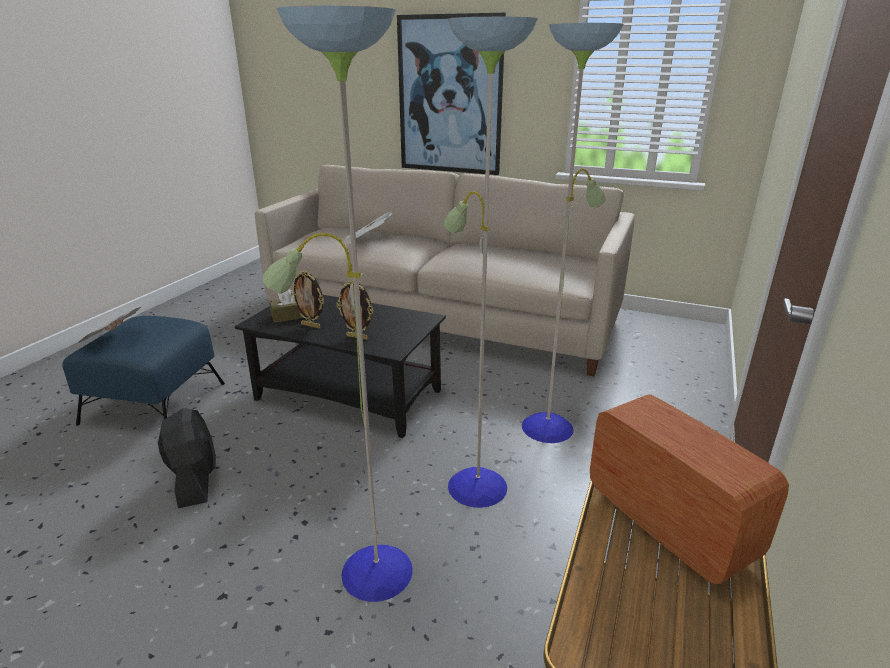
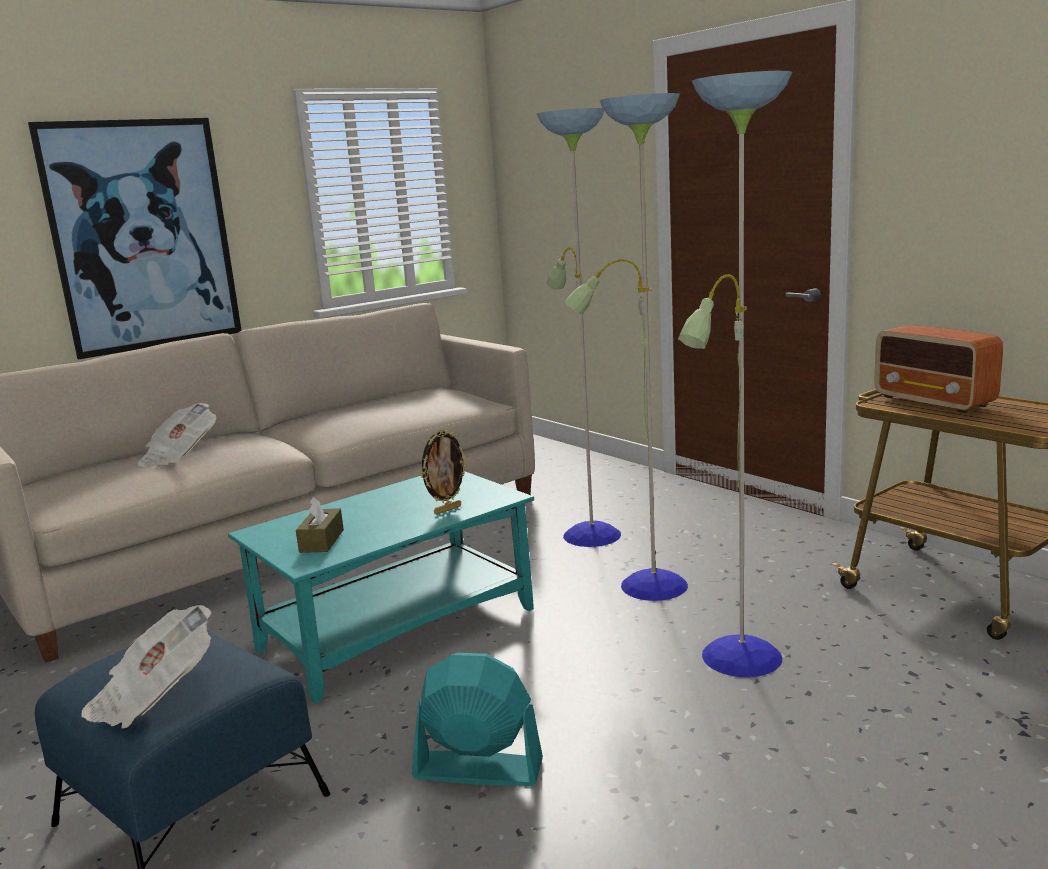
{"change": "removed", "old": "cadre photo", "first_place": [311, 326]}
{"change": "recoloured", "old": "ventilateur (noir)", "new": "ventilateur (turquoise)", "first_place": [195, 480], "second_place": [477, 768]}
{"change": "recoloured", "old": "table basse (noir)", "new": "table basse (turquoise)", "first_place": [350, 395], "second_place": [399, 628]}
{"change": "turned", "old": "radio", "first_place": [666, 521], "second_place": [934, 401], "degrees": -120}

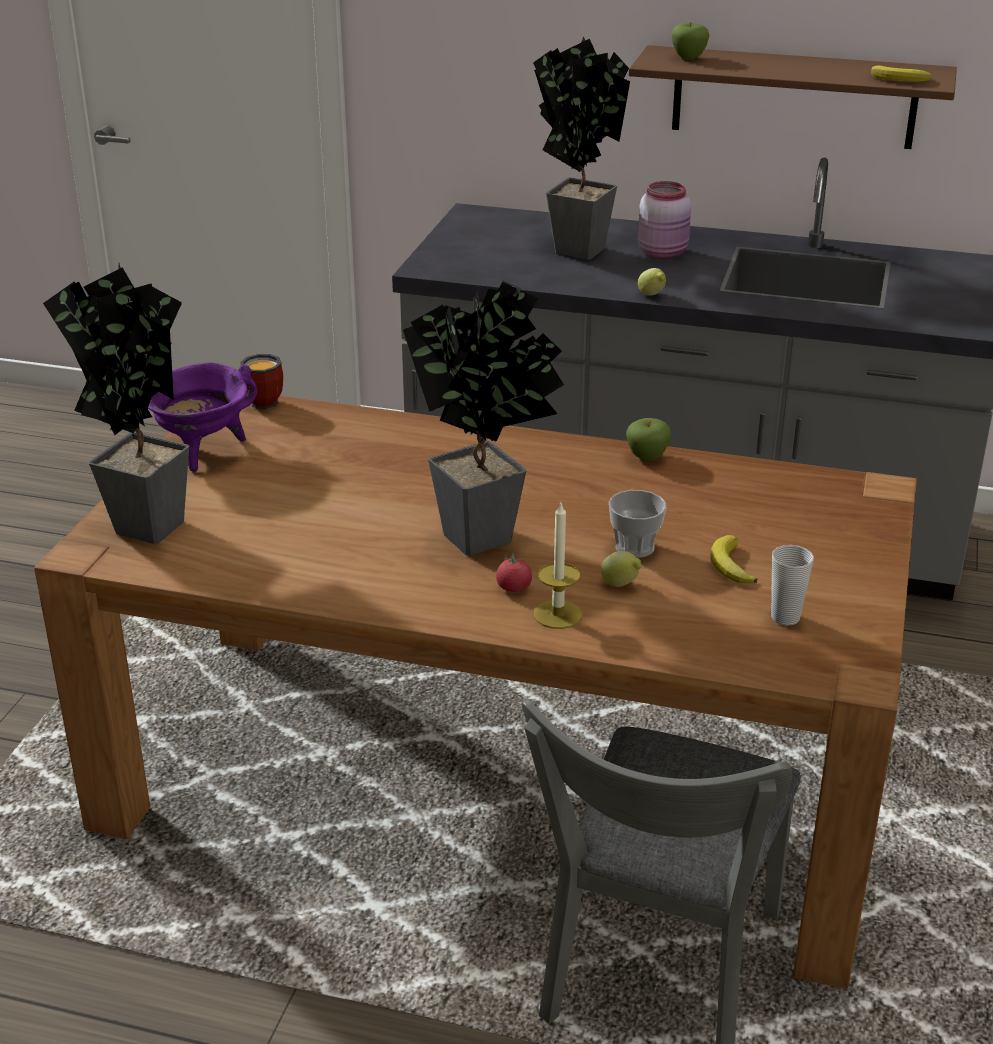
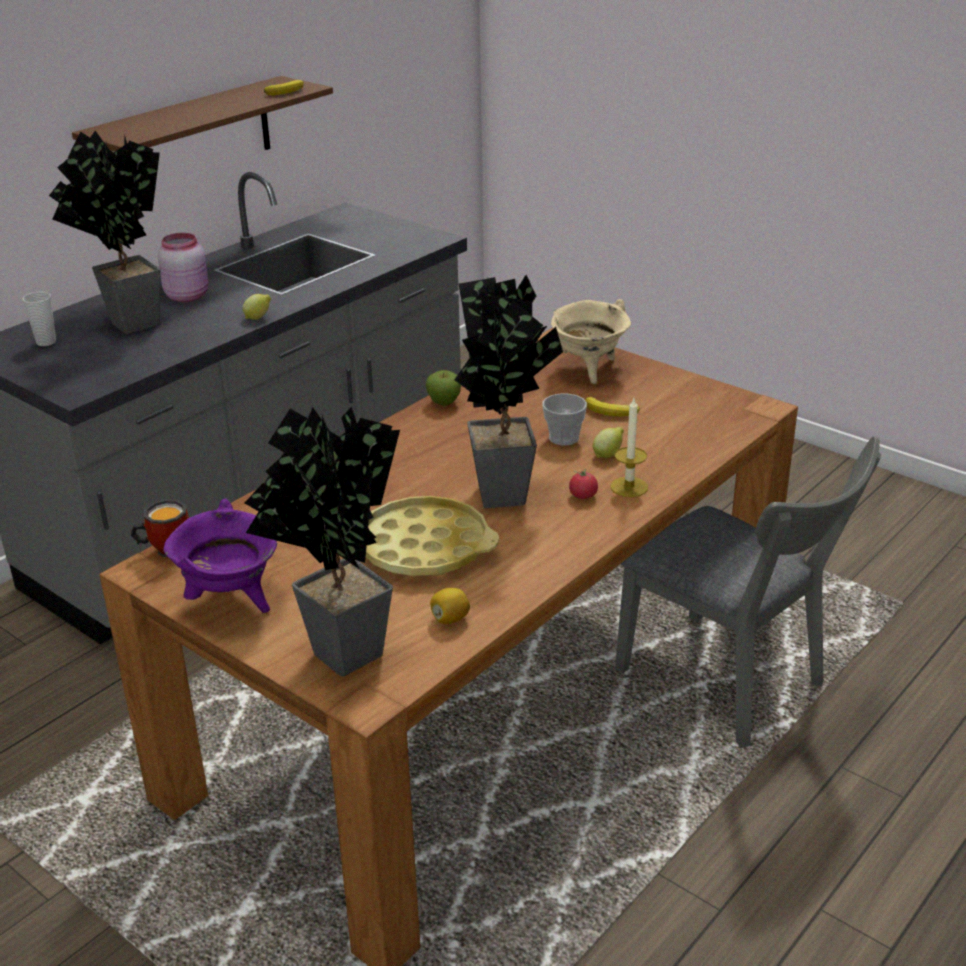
{"change": "removed", "old": "pomme", "first_place": [688, 58]}
{"change": "added", "new": "plateau (jaune)", "second_place": [423, 547]}
{"change": "added", "new": "citron", "second_place": [450, 619]}
{"change": "added", "new": "marmite (beige)", "second_place": [588, 369]}
{"change": "moved", "old": "tasse", "first_place": [785, 617], "second_place": [46, 342]}

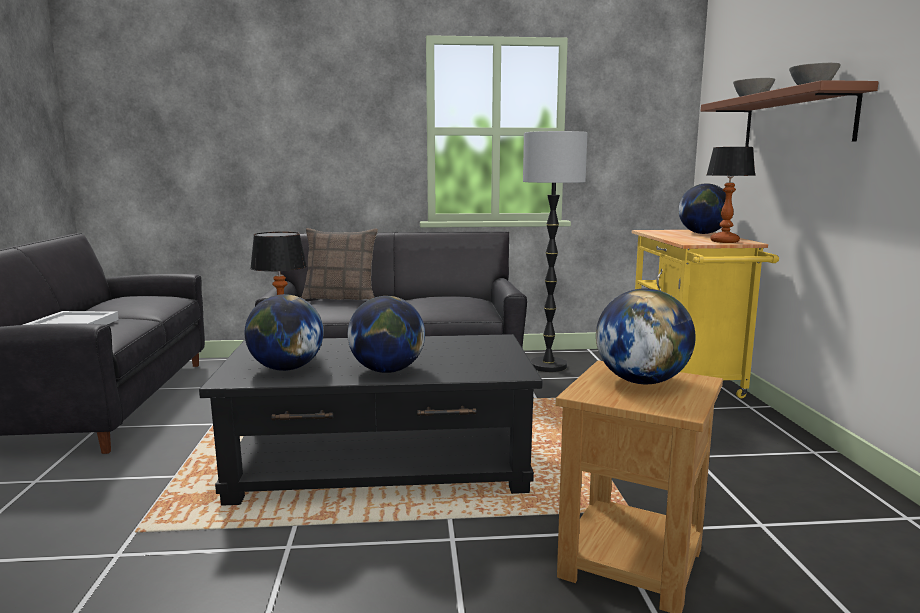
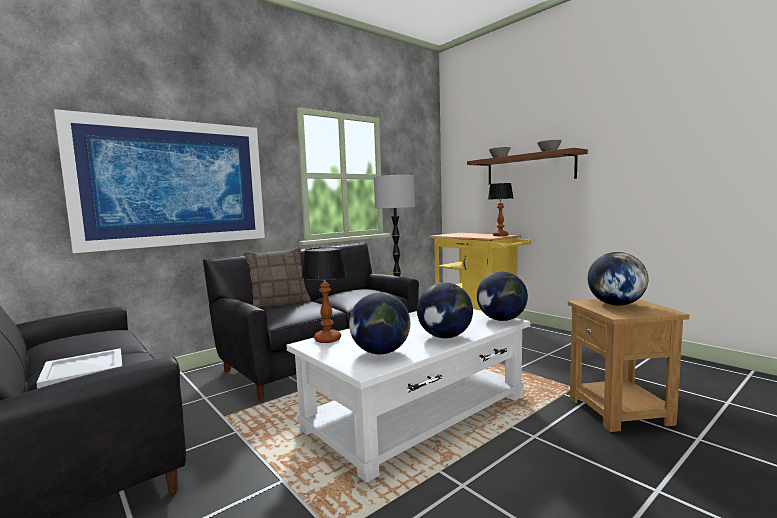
{"change": "added", "new": "tableau", "second_place": [173, 183]}
{"change": "moved", "old": "globe", "first_place": [702, 233], "second_place": [501, 320]}
{"change": "recoloured", "old": "table basse (noir)", "new": "table basse (blanc)", "first_place": [382, 466], "second_place": [418, 413]}

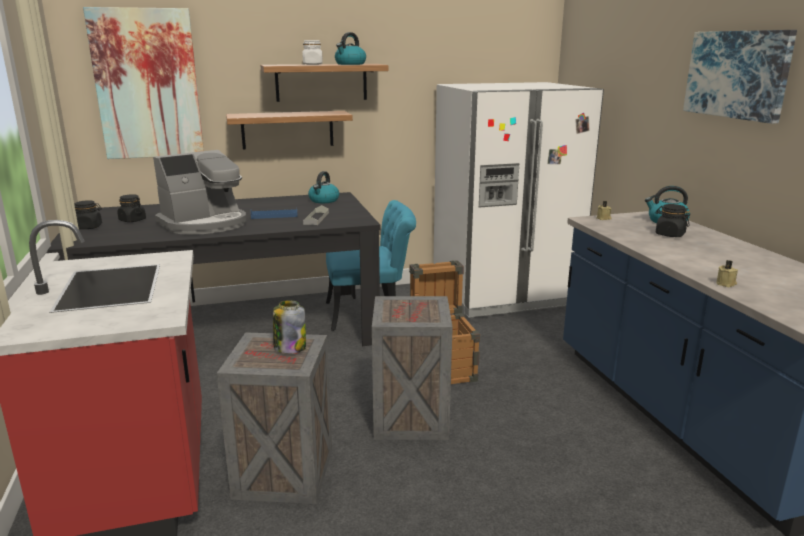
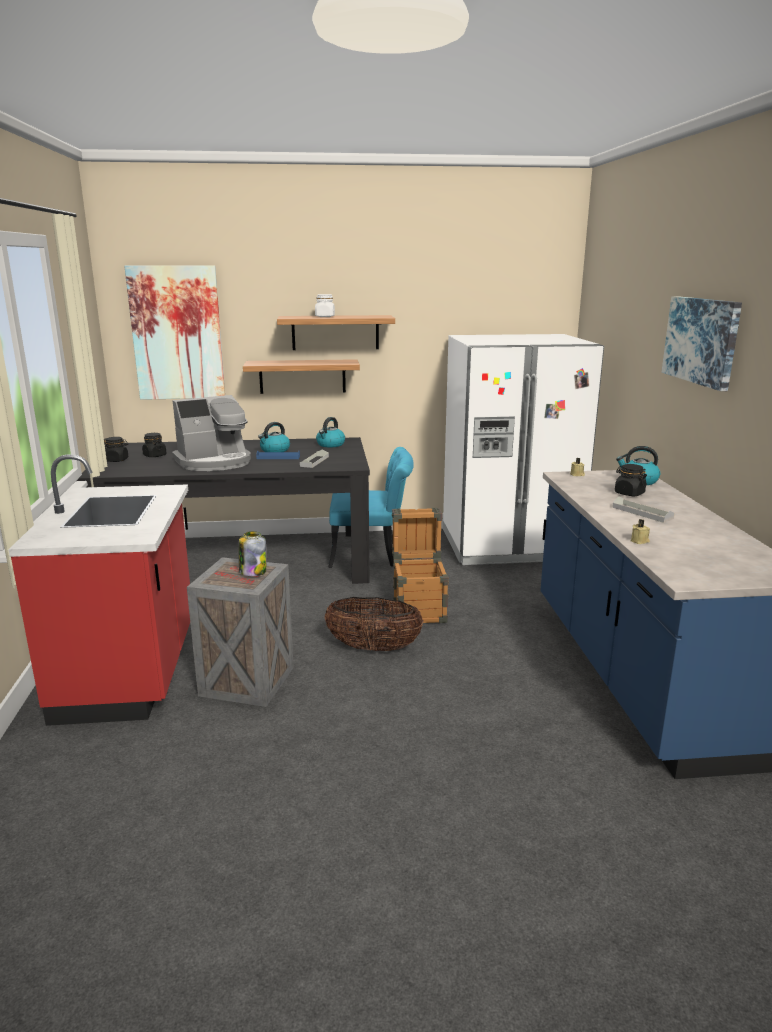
{"change": "added", "new": "plateau (gris)", "second_place": [642, 513]}
{"change": "moved", "old": "bouilloire", "first_place": [350, 64], "second_place": [274, 450]}
{"change": "replaced", "old": "caisse", "new": "panier", "first_place": [412, 417], "second_place": [373, 648]}

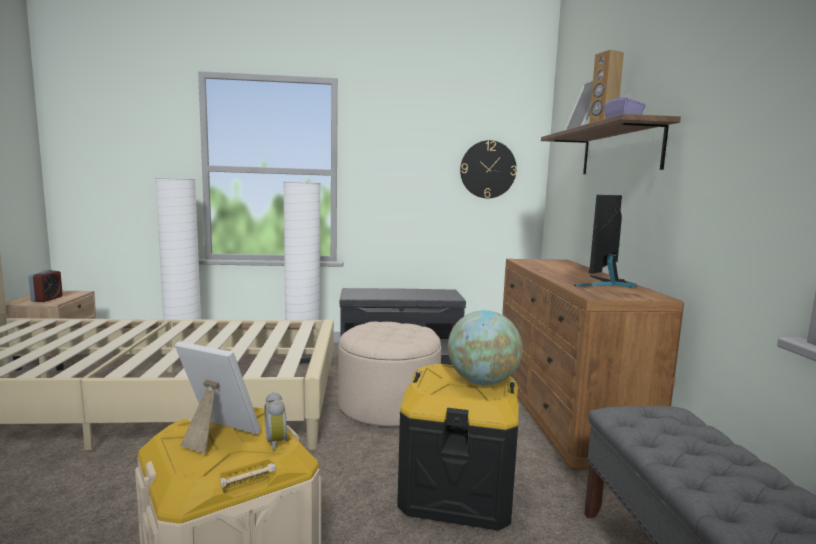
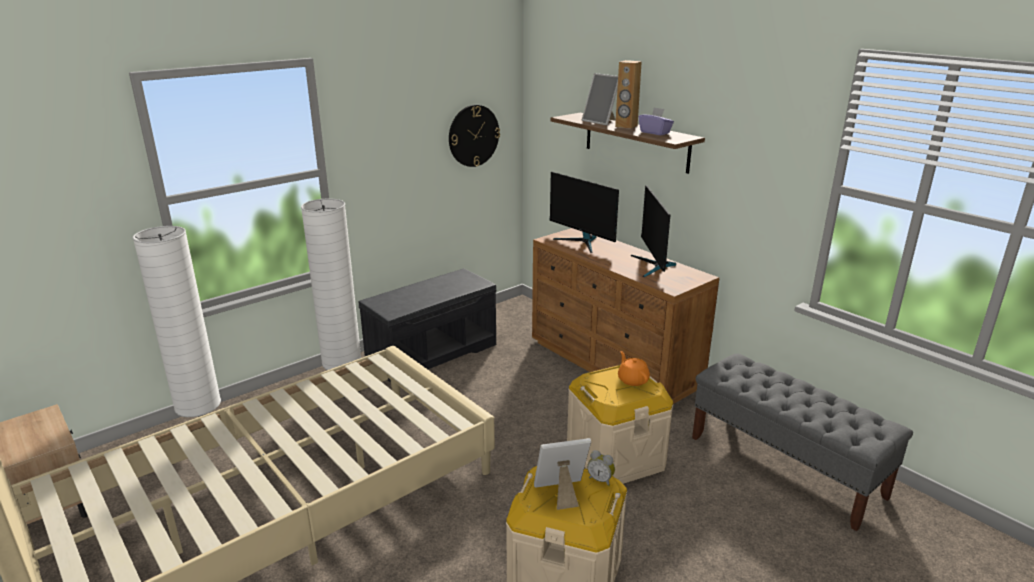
{"change": "removed", "old": "réveil", "first_place": [47, 299]}
{"change": "removed", "old": "pouf (beige)", "first_place": [388, 405]}
{"change": "added", "new": "écran d'ordinateur", "second_place": [582, 242]}
{"change": "replaced", "old": "globe", "new": "théière (orange)", "first_place": [482, 382], "second_place": [632, 380]}
{"change": "recoloured", "old": "boîte de rangement (noir)", "new": "boîte de rangement (beige)", "first_place": [457, 491], "second_place": [615, 457]}

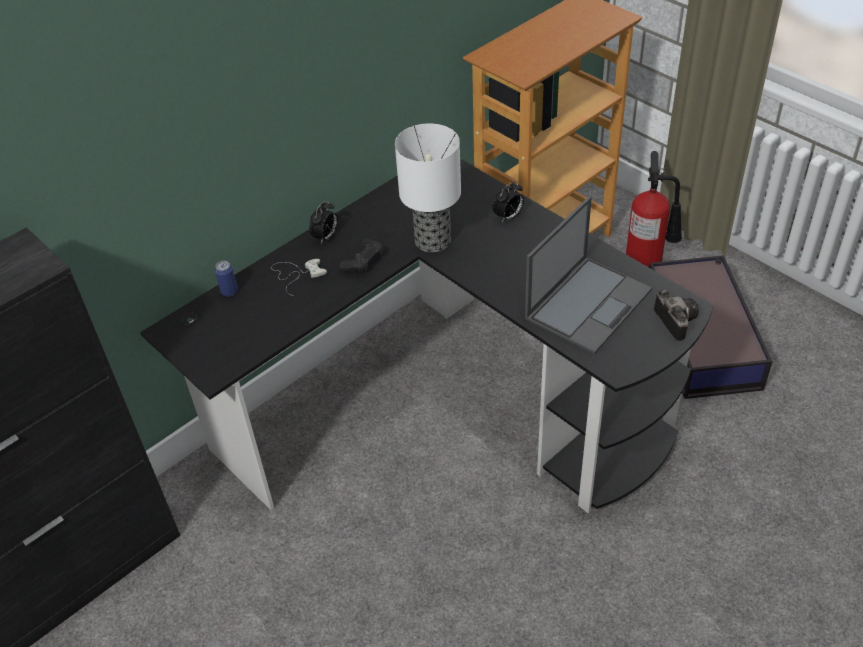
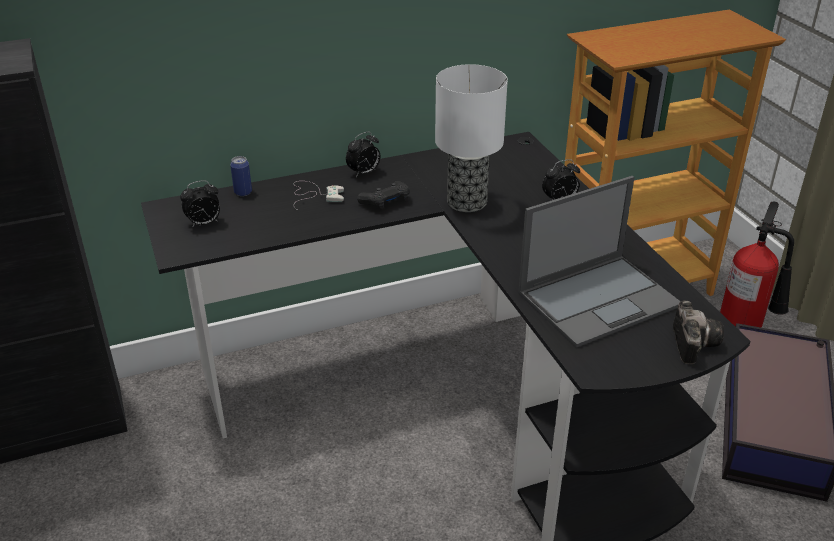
{"change": "added", "new": "réveil", "second_place": [204, 224]}

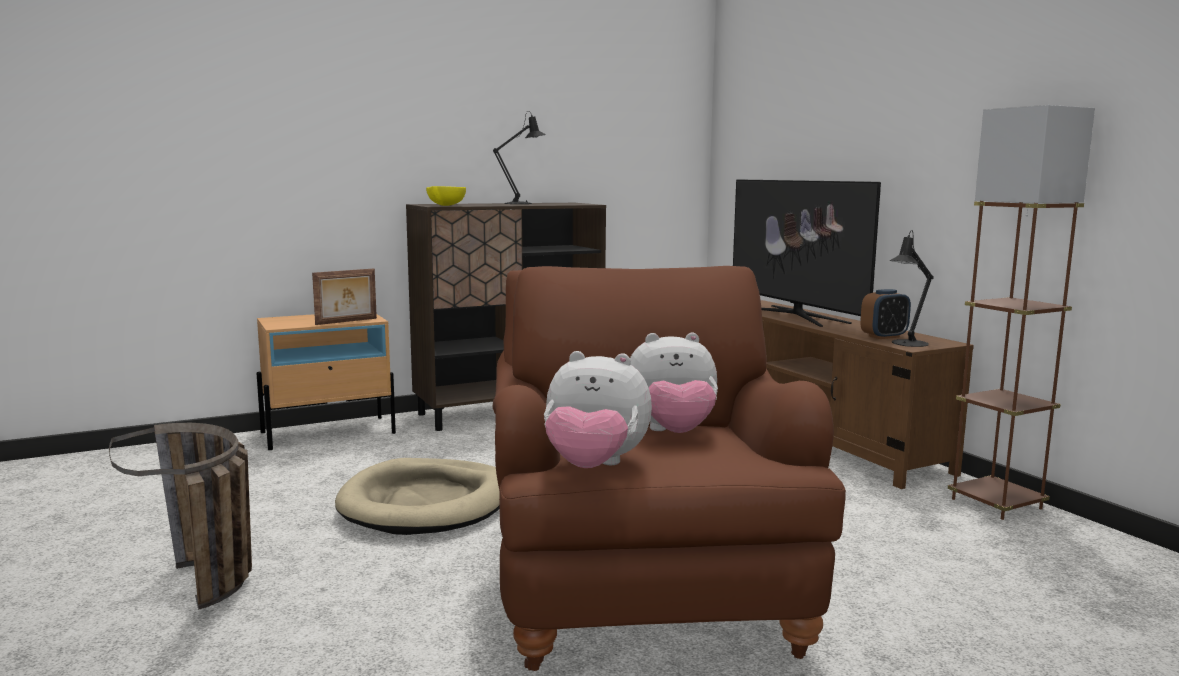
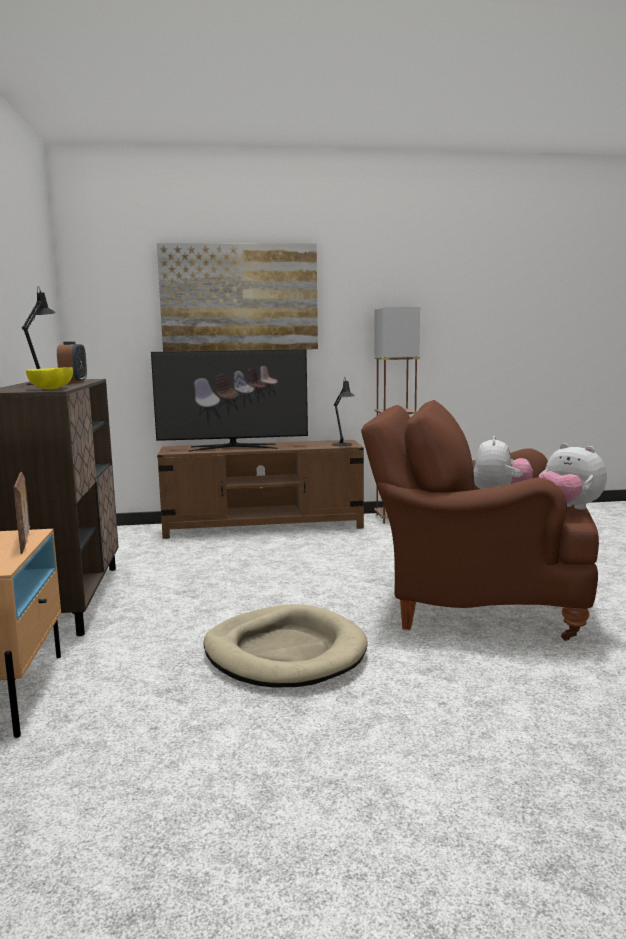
{"change": "removed", "old": "panier", "first_place": [211, 592]}
{"change": "added", "new": "tableau", "second_place": [239, 298]}
{"change": "moved", "old": "réveil", "first_place": [884, 336], "second_place": [74, 382]}
{"change": "turned", "old": "peluche", "first_place": [594, 467], "second_place": [568, 508], "degrees": 105}

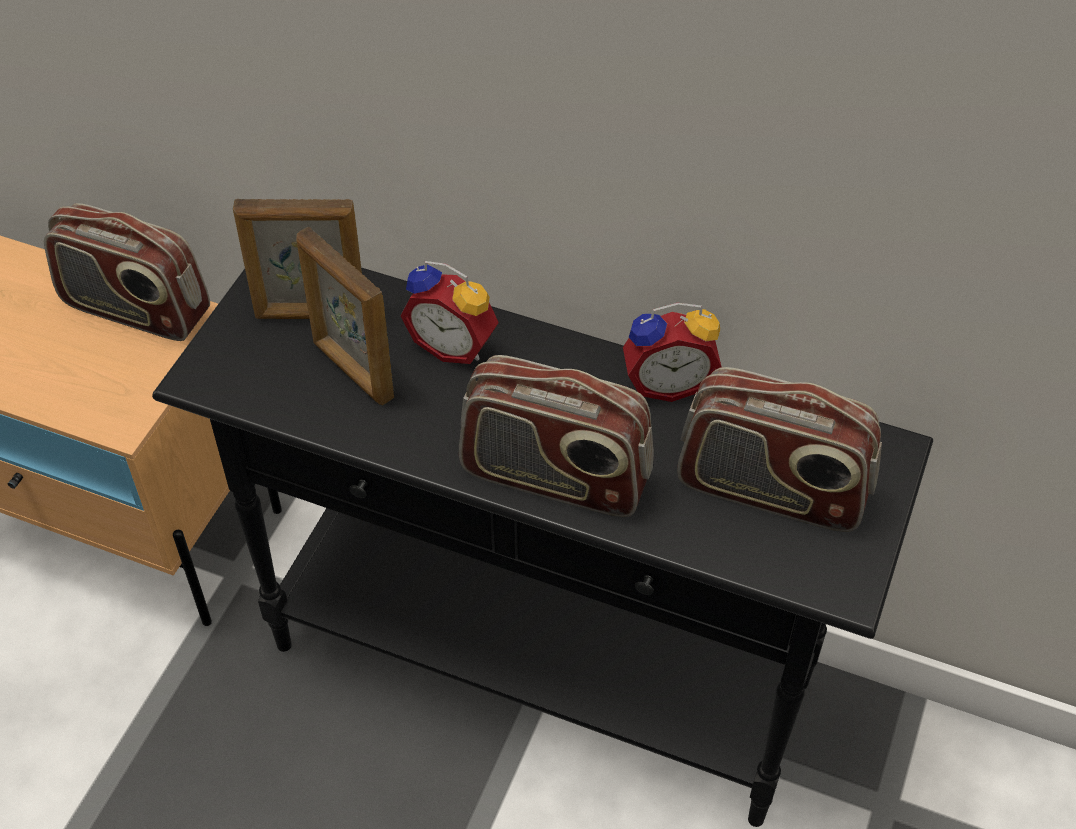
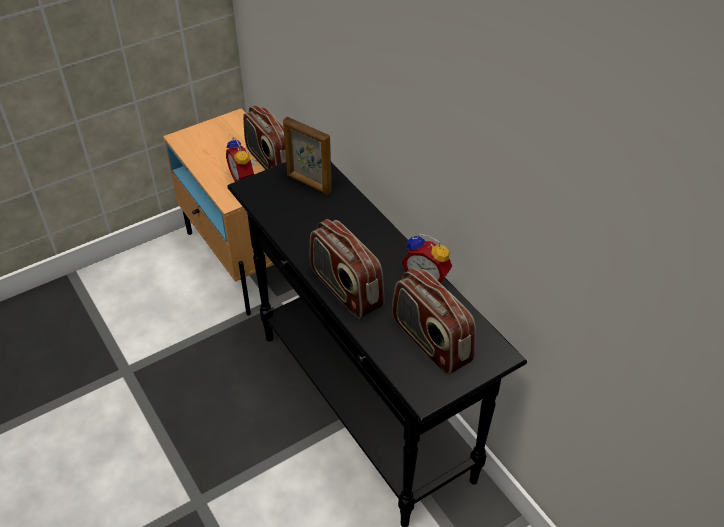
{"change": "removed", "old": "cadre photo", "first_place": [352, 370]}
{"change": "moved", "old": "réveil", "first_place": [454, 345], "second_place": [244, 178]}

